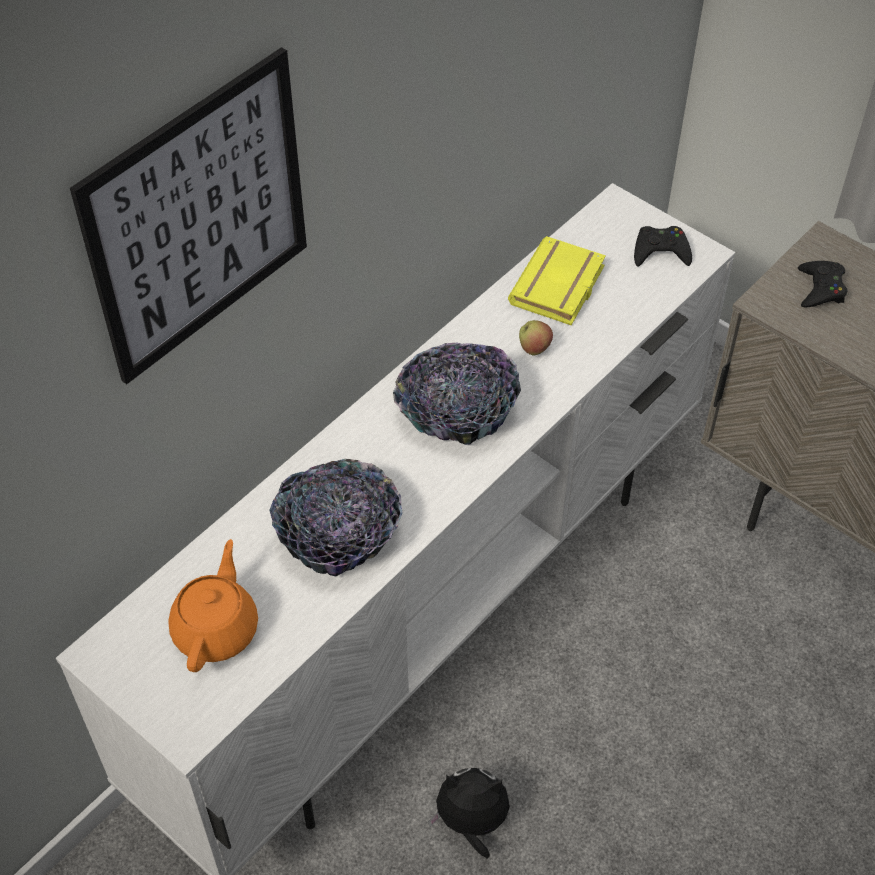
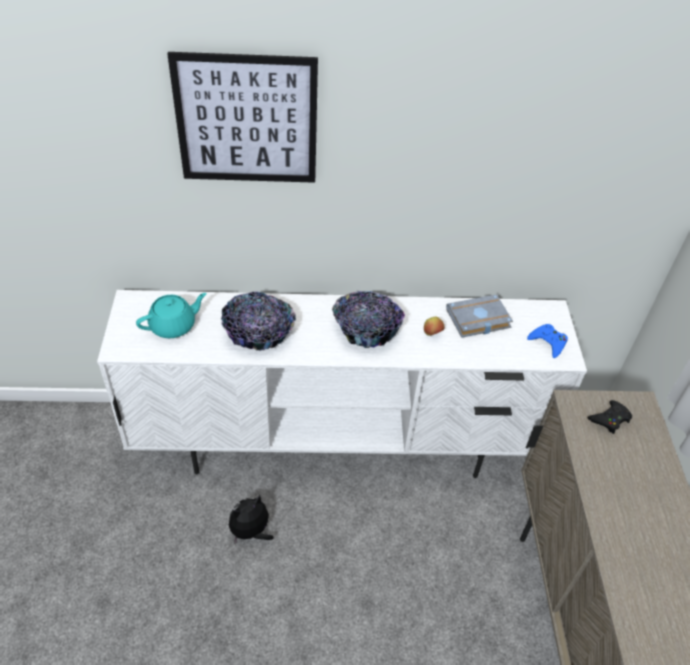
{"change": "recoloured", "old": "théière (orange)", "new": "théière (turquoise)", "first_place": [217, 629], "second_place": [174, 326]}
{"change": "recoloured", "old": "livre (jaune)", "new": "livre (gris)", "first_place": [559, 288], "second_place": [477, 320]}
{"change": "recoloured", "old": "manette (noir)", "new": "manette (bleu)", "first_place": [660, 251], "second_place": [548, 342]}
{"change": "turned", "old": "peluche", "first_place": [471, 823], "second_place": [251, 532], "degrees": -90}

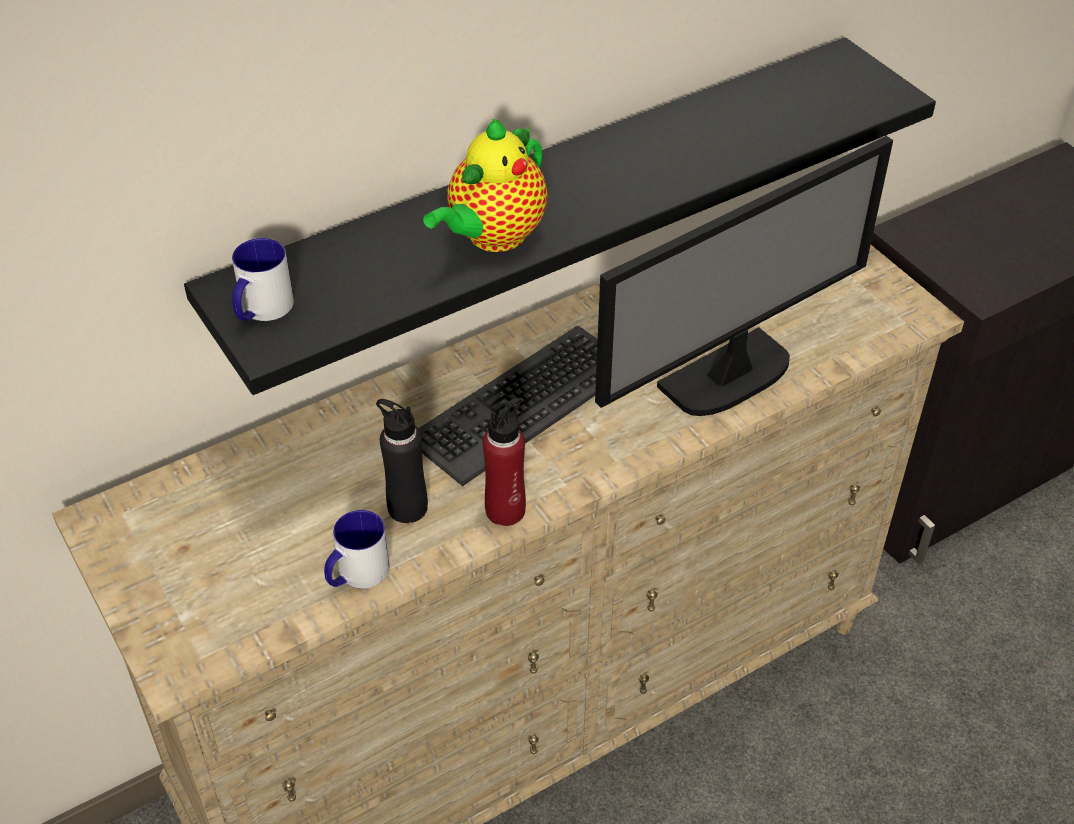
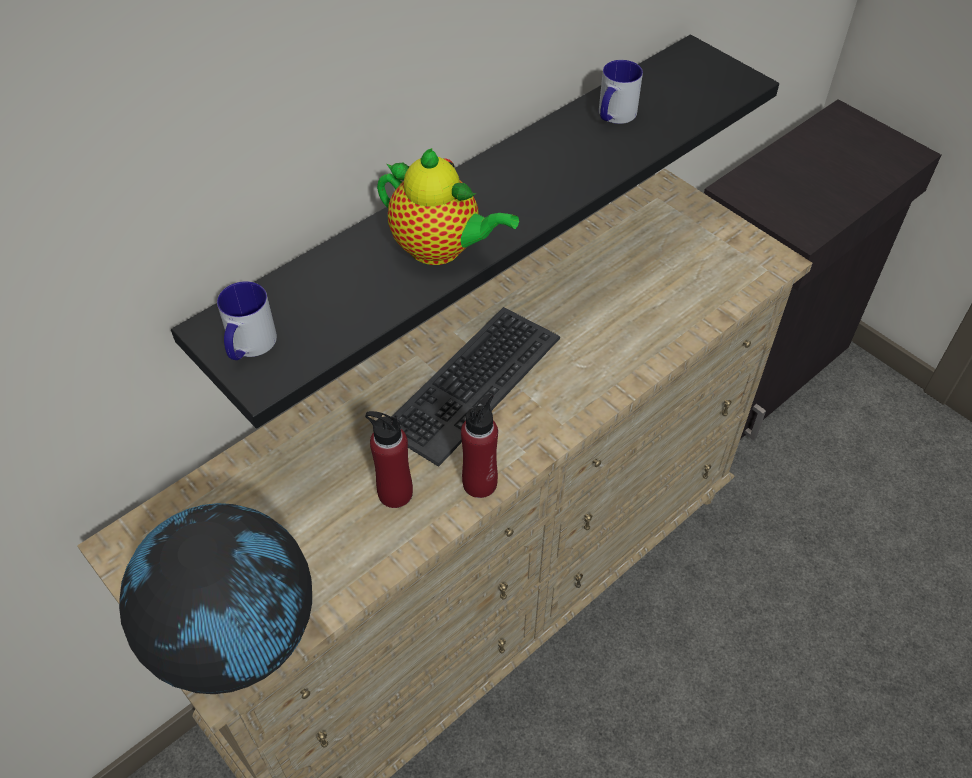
{"change": "removed", "old": "écran d'ordinateur", "first_place": [729, 377]}
{"change": "added", "new": "globe", "second_place": [237, 636]}
{"change": "moved", "old": "mug", "first_place": [356, 575], "second_place": [614, 116]}
{"change": "recoloured", "old": "bouteille (noir)", "new": "bouteille (rouge)", "first_place": [407, 507], "second_place": [395, 493]}
{"change": "turned", "old": "théière", "first_place": [493, 237], "second_place": [441, 249], "degrees": -90}

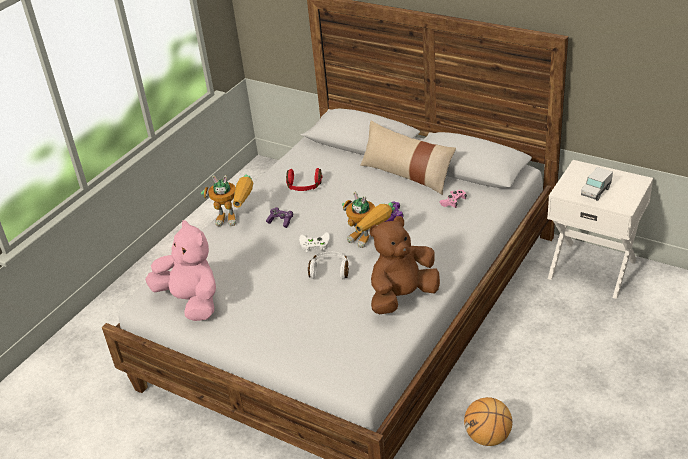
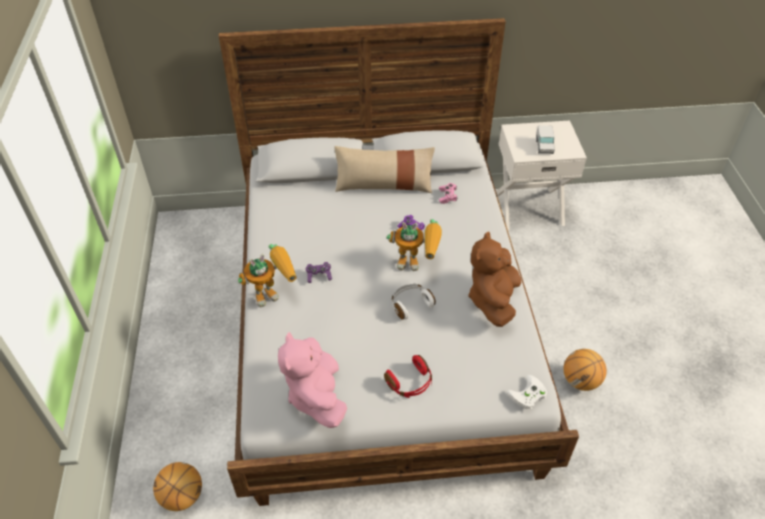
{"change": "added", "new": "ballon de basket", "second_place": [182, 496]}
{"change": "moved", "old": "casque audio (rouge)", "first_place": [304, 186], "second_place": [410, 383]}
{"change": "moved", "old": "manette (blanc)", "first_place": [314, 244], "second_place": [527, 395]}
{"change": "turned", "old": "peluche (rose)", "first_place": [191, 301], "second_place": [316, 396], "degrees": -105}

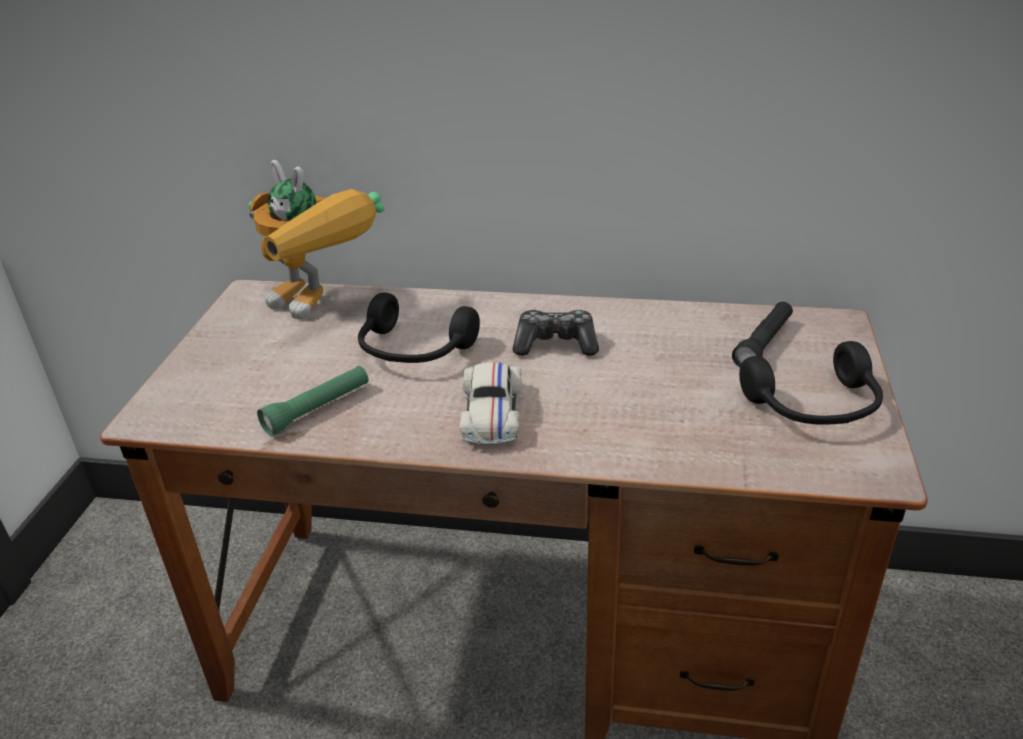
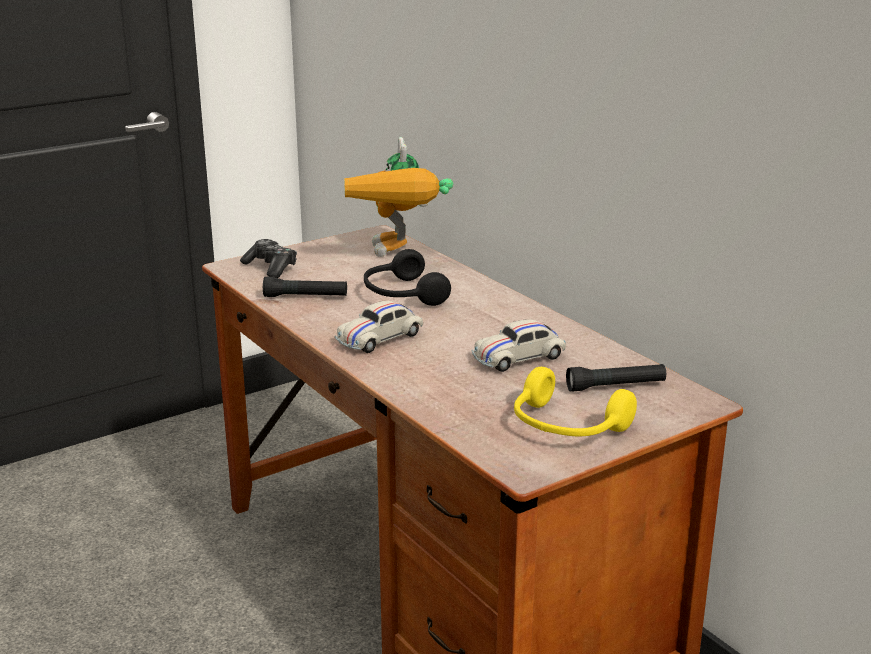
{"change": "added", "new": "petite voiture (blanc)", "second_place": [519, 357]}
{"change": "moved", "old": "manette", "first_place": [555, 344], "second_place": [271, 267]}
{"change": "recoloured", "old": "lampe de poche (vert)", "new": "lampe de poche (noir)", "first_place": [317, 409], "second_place": [305, 297]}
{"change": "recoloured", "old": "casque audio (noir)", "new": "casque audio (jaune)", "first_place": [815, 407], "second_place": [566, 427]}

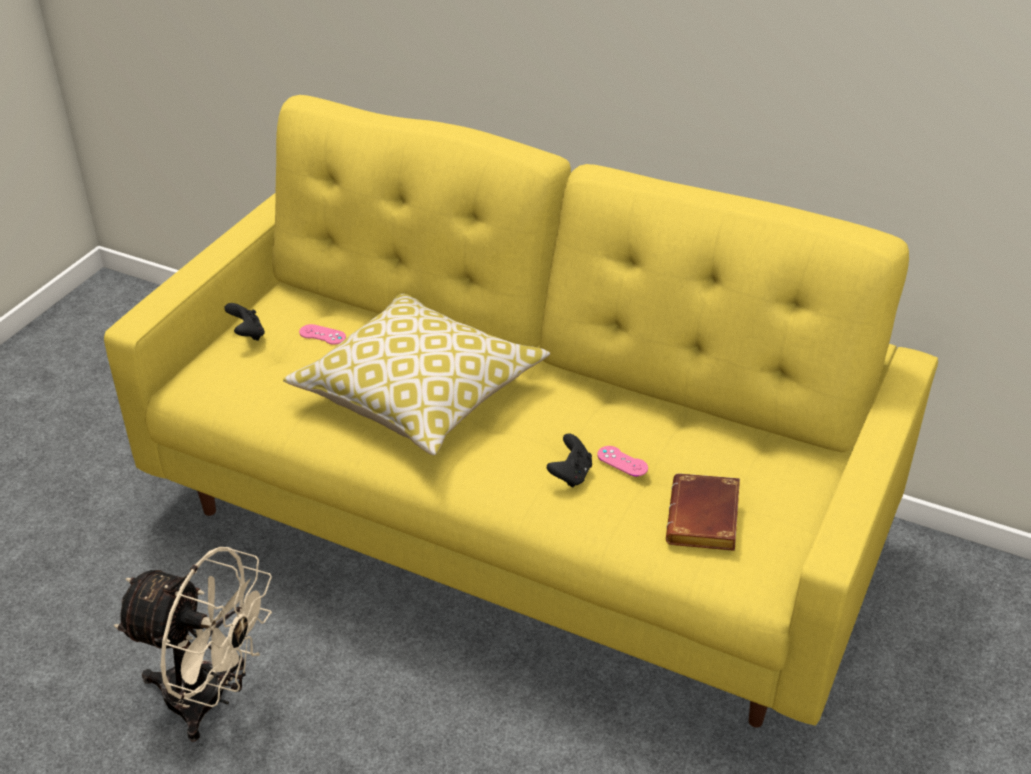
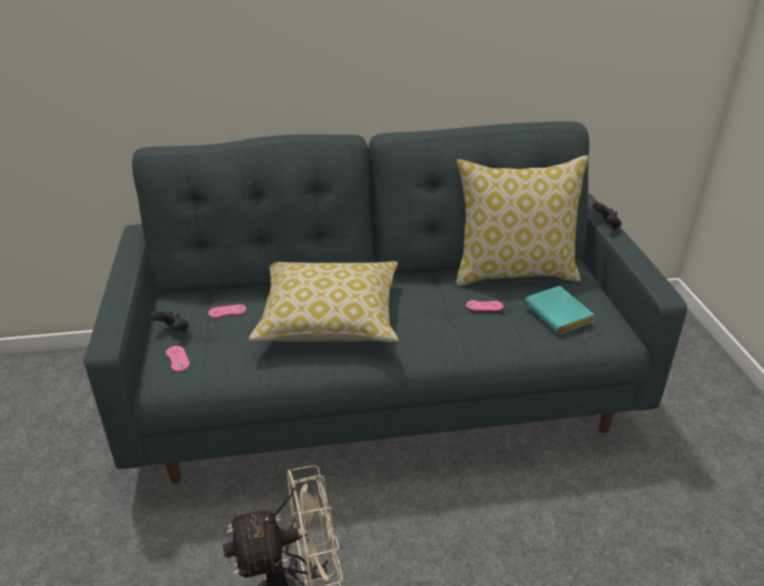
{"change": "added", "new": "manette (rose)", "second_place": [177, 358]}
{"change": "added", "new": "coussin", "second_place": [514, 272]}
{"change": "moved", "old": "manette (noir)", "first_place": [571, 475], "second_place": [606, 225]}
{"change": "recoloured", "old": "canapé (jaune)", "new": "canapé (gris)", "first_place": [517, 523], "second_place": [383, 392]}
{"change": "recoloured", "old": "livre (marron)", "new": "livre (turquoise)", "first_place": [705, 521], "second_place": [560, 315]}

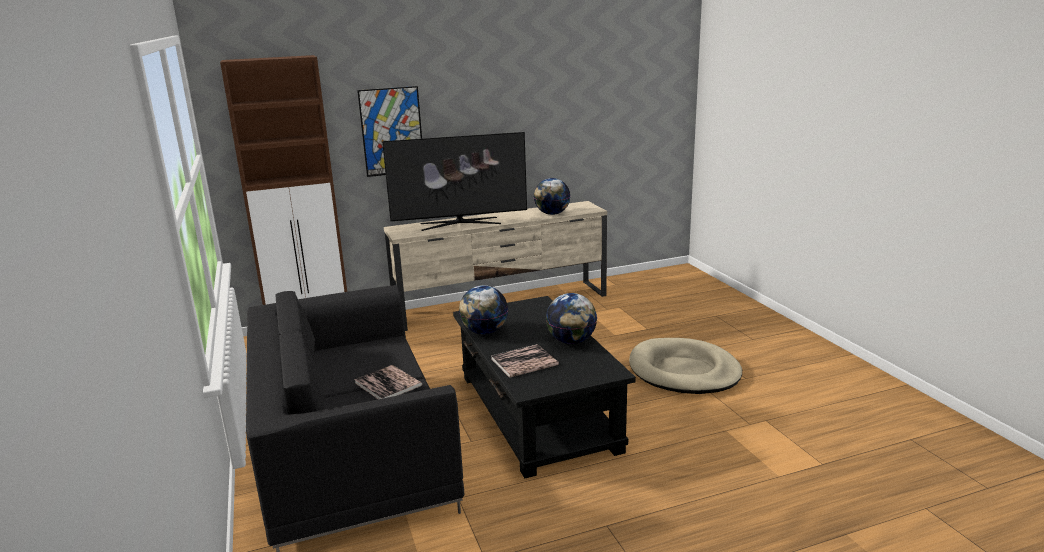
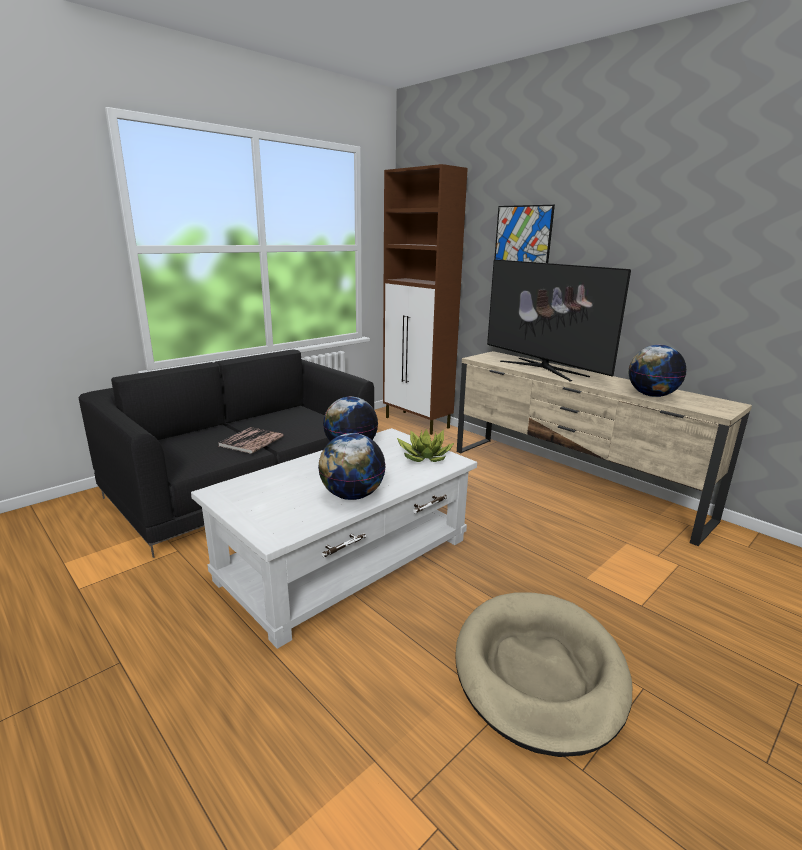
{"change": "removed", "old": "livre", "first_place": [524, 362]}
{"change": "added", "new": "plante en pot", "second_place": [423, 457]}
{"change": "recoloured", "old": "table basse (noir)", "new": "table basse (blanc)", "first_place": [537, 411], "second_place": [347, 559]}

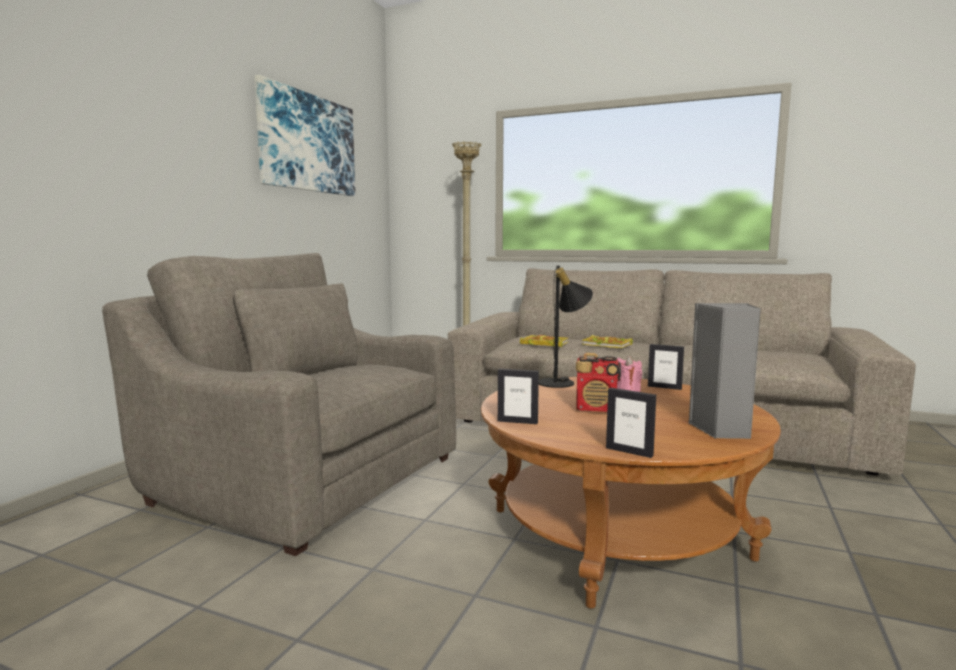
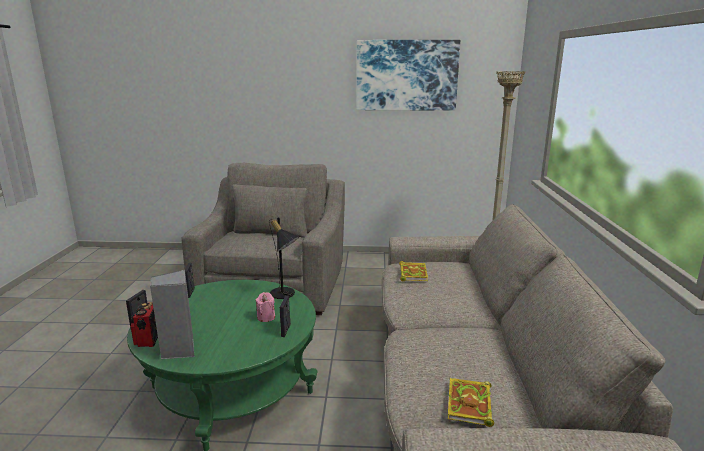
{"change": "moved", "old": "radio", "first_place": [596, 409], "second_place": [147, 340]}
{"change": "moved", "old": "livre", "first_place": [608, 345], "second_place": [470, 405]}
{"change": "recoloured", "old": "table basse (marron)", "new": "table basse (vert)", "first_place": [616, 533], "second_place": [232, 390]}

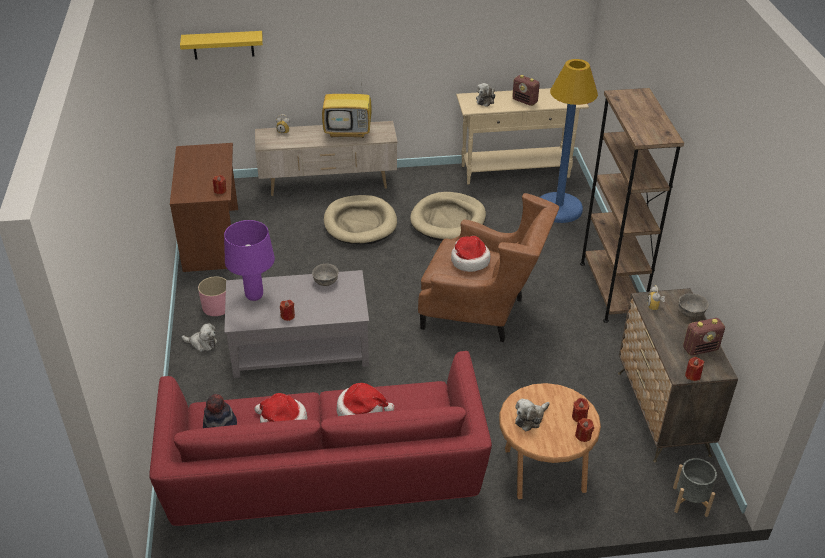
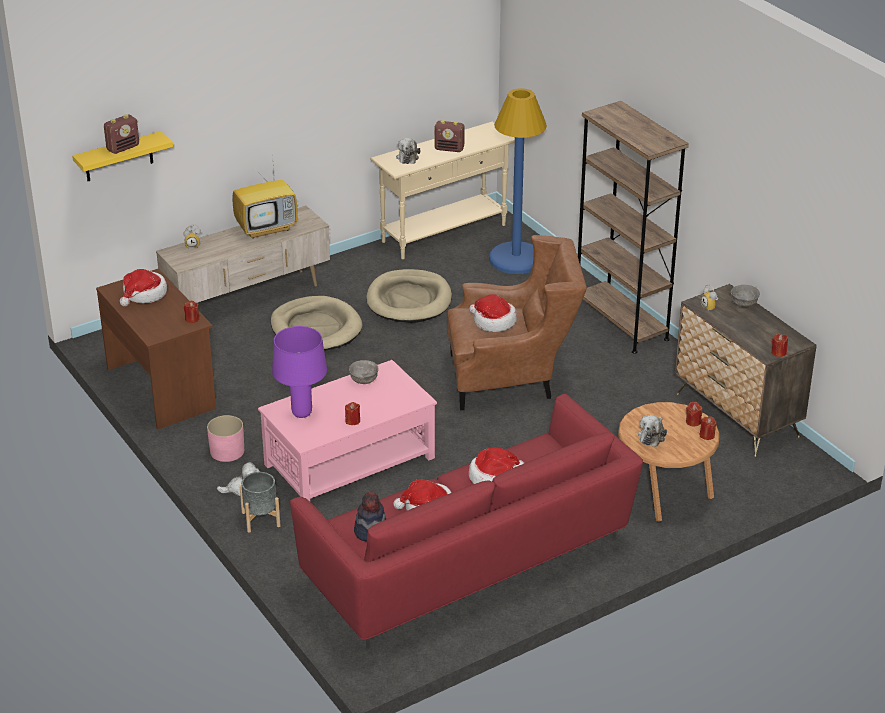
{"change": "added", "new": "chapeau", "second_place": [144, 294]}
{"change": "moved", "old": "cache-pot (gris)", "first_place": [690, 501], "second_place": [261, 519]}
{"change": "moved", "old": "radio", "first_place": [700, 349], "second_place": [123, 148]}
{"change": "recoloured", "old": "table basse (gris)", "new": "table basse (rose)", "first_place": [299, 346], "second_place": [348, 461]}

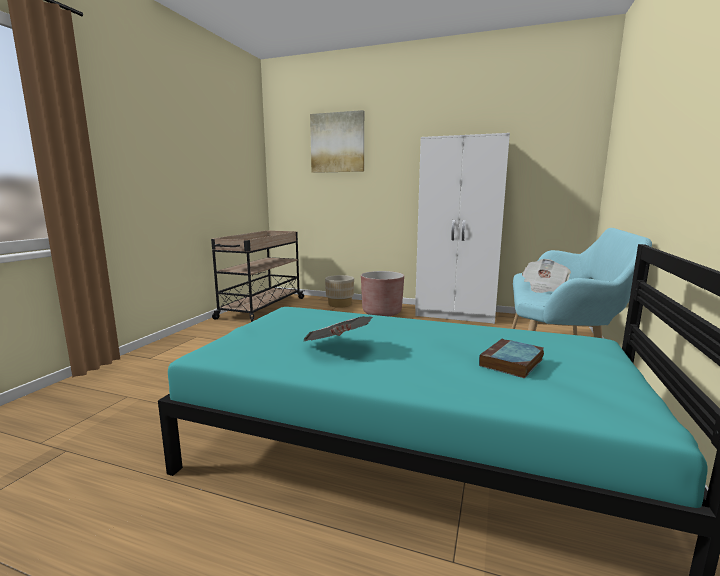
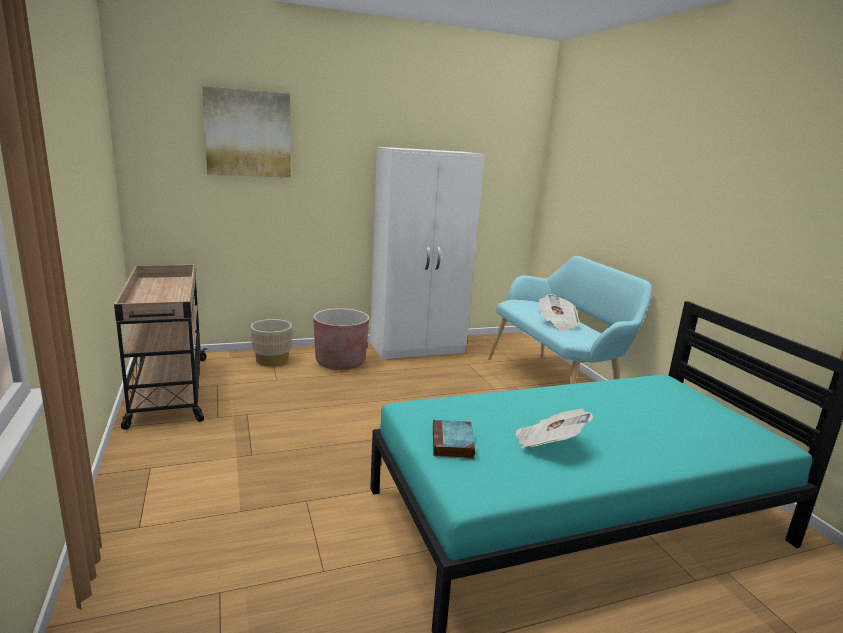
{"change": "moved", "old": "livre", "first_place": [511, 363], "second_place": [453, 444]}

